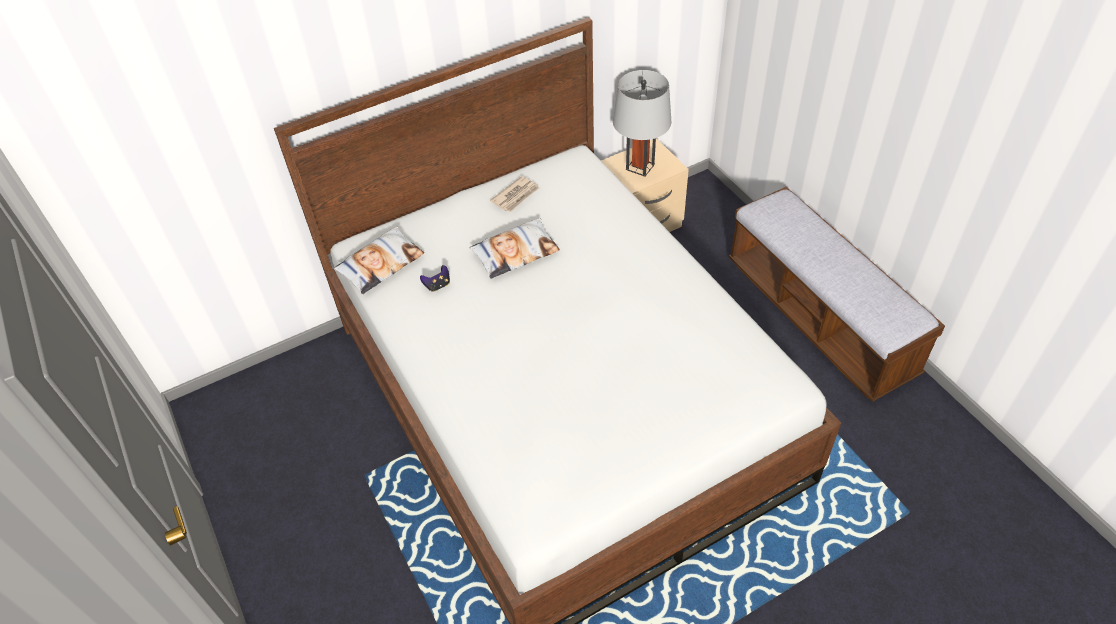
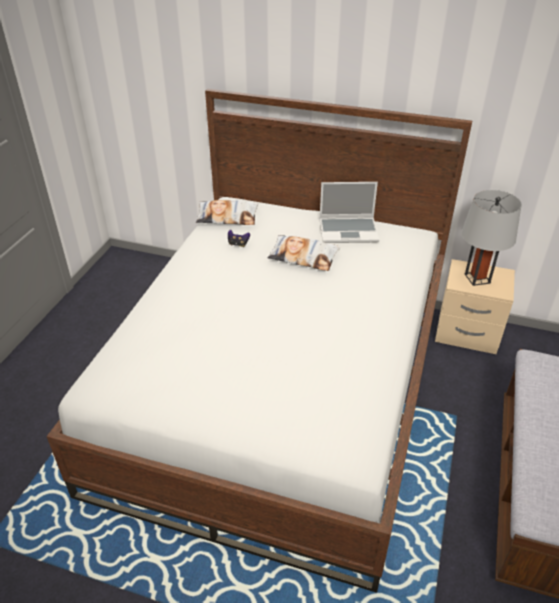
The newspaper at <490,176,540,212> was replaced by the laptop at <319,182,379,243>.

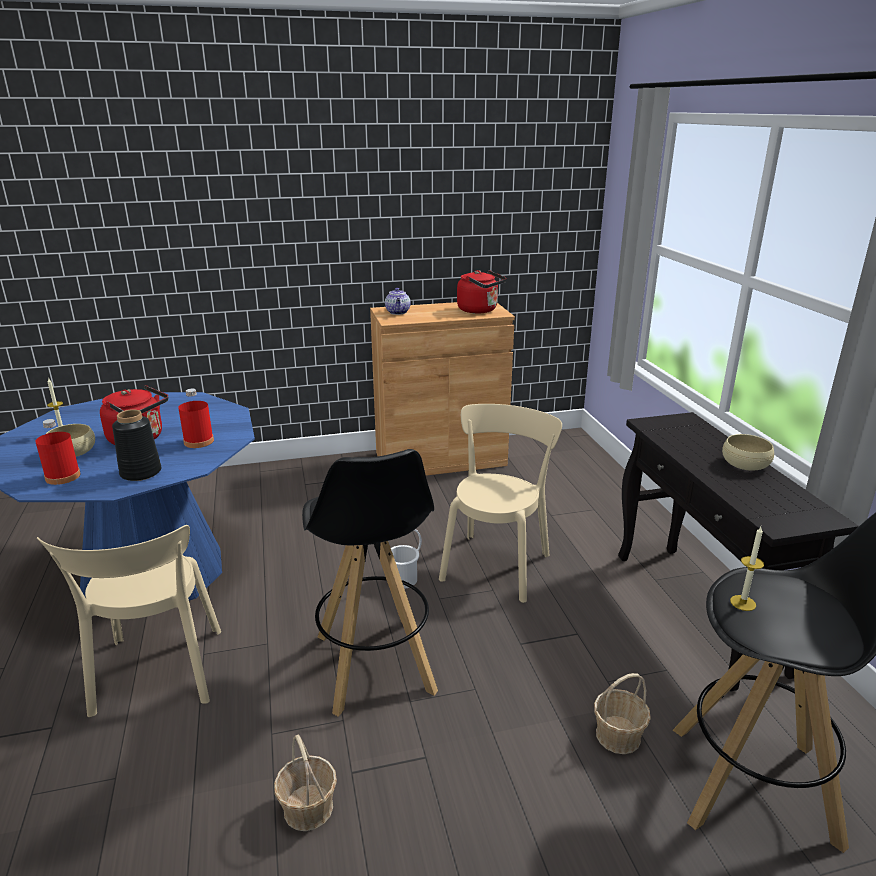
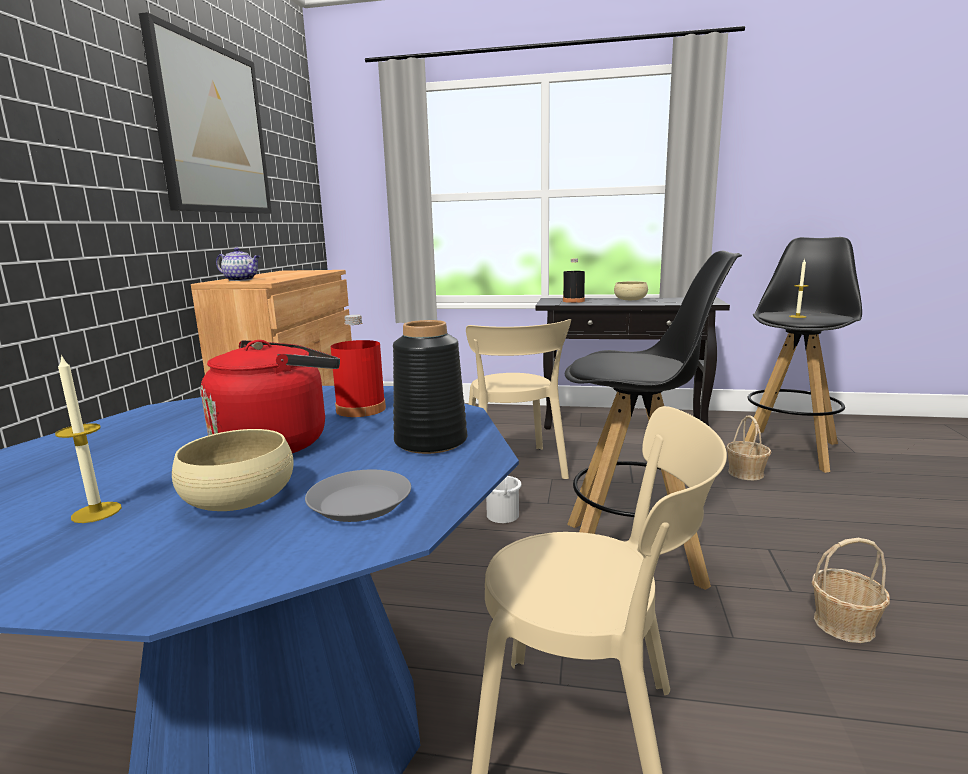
The picture at <139,12,272,214> appeared. The bottle/red at <35,419,81,485> was replaced by the plate/grey at <305,469,411,522>. The chair/beige at <439,404,562,603> turned 150 degrees counterclockwise. The bottle/black at <563,258,585,303> appeared. The kettle/red at <457,270,506,314> disappeared.

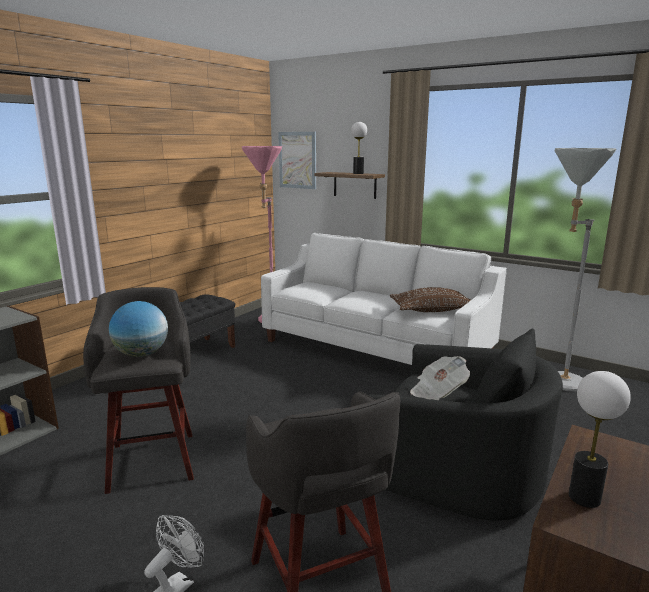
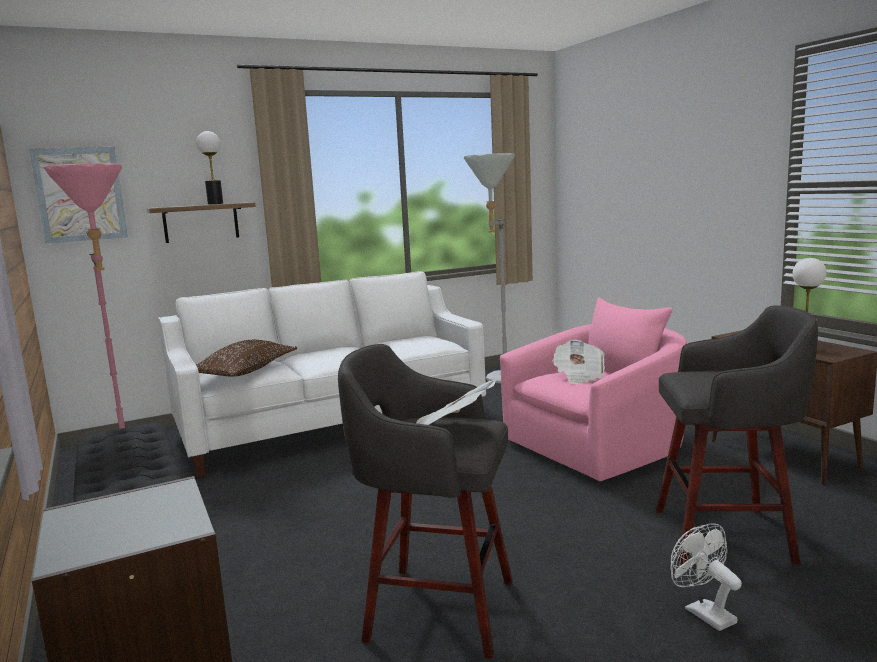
The pillow/brown moved from <390,287,471,312> to <196,340,297,377>. The globe at <109,301,168,357> was replaced by the newspaper at <417,380,496,425>. The armchair/black at <369,329,563,521> became the armchair/pink at <500,298,687,481>.

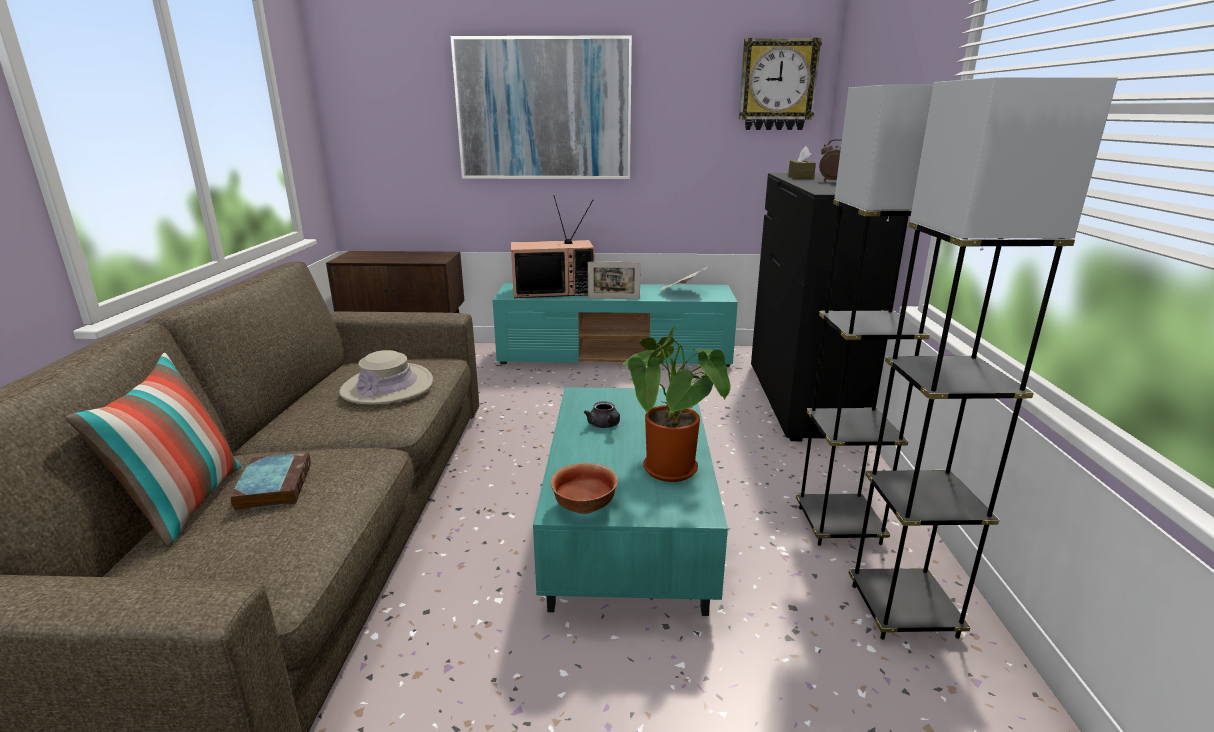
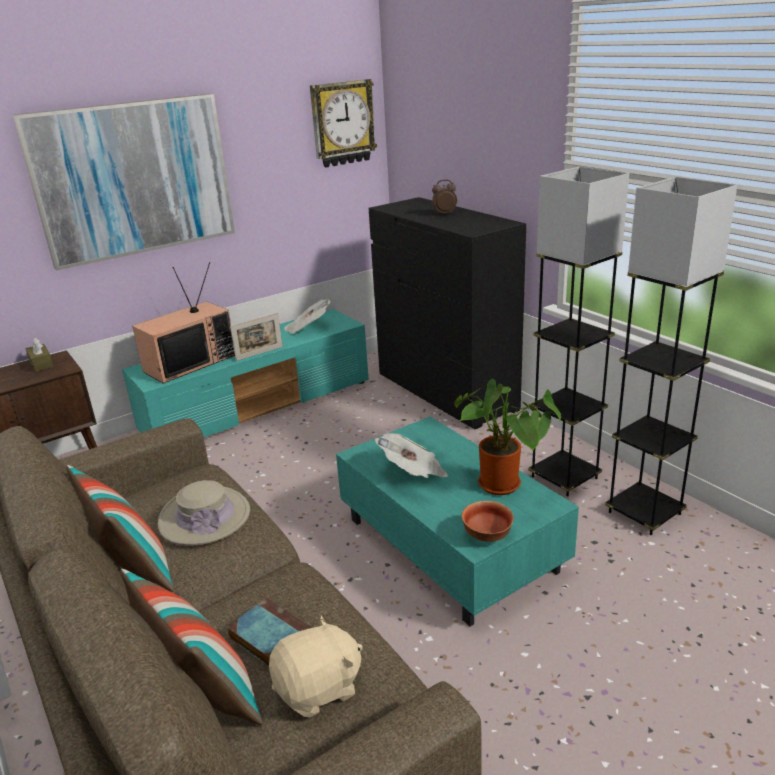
The tissue box/brown moved from <788,146,816,179> to <26,338,54,372>. The pillow at <66,465,174,592> appeared. The plush toy/beige at <269,615,362,718> appeared. The teapot/grey at <584,401,620,428> was replaced by the newspaper at <375,433,449,478>.

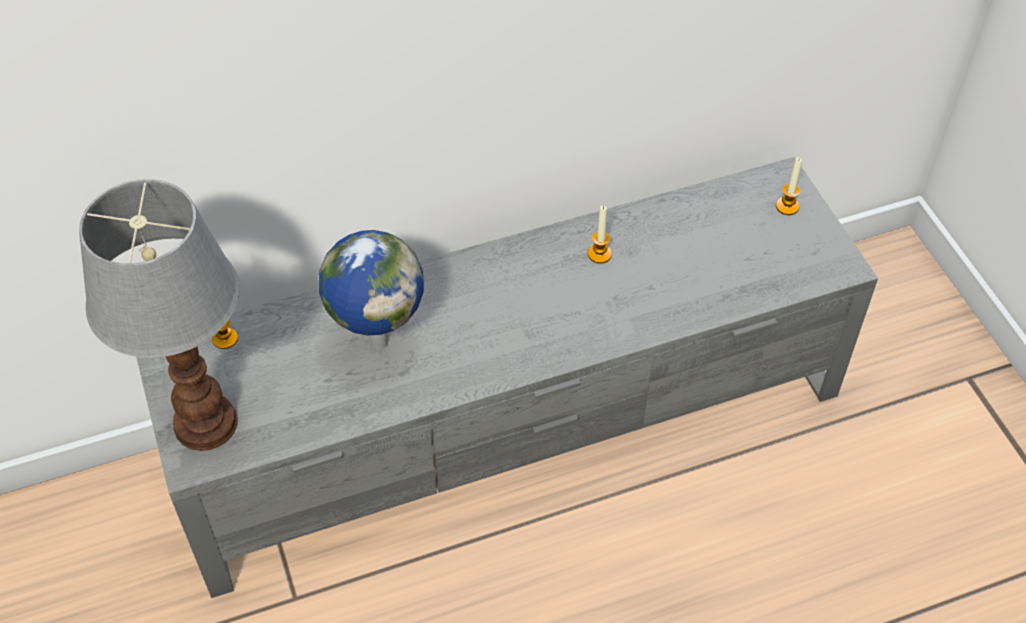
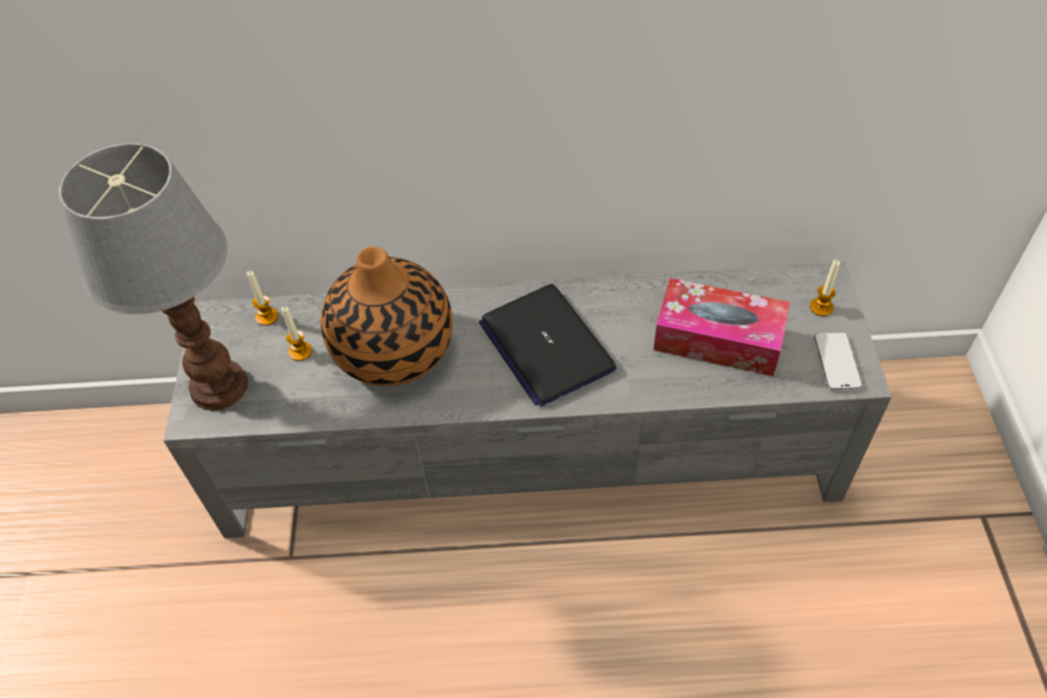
The candle moved from <588,206,612,264> to <281,306,312,361>. The globe at <318,230,424,350> was replaced by the vase at <321,246,453,386>. The laptop at <479,284,617,406> appeared. The tissue box at <654,278,790,376> appeared. The phone at <814,332,862,391> appeared.

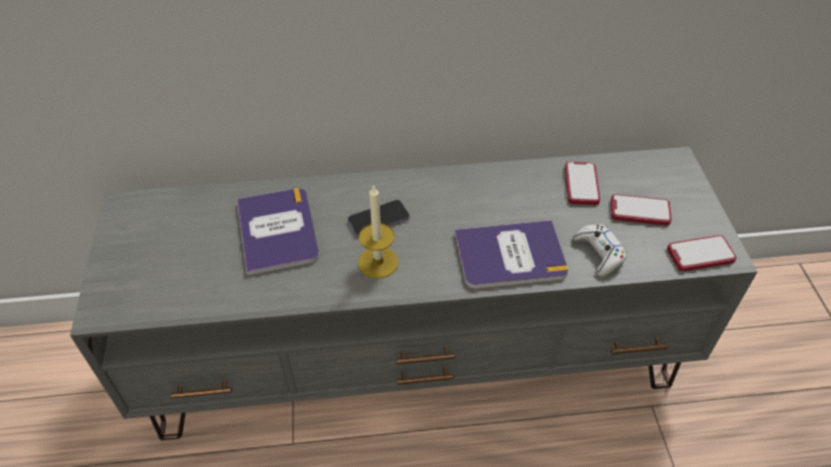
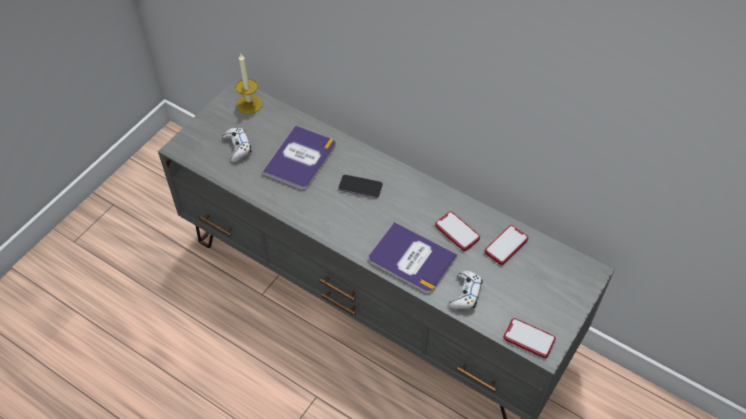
The game controller/white at <222,128,252,162> appeared. The candle moved from <358,184,399,279> to <235,54,262,114>. The phone moved from <611,194,672,225> to <435,211,480,251>.

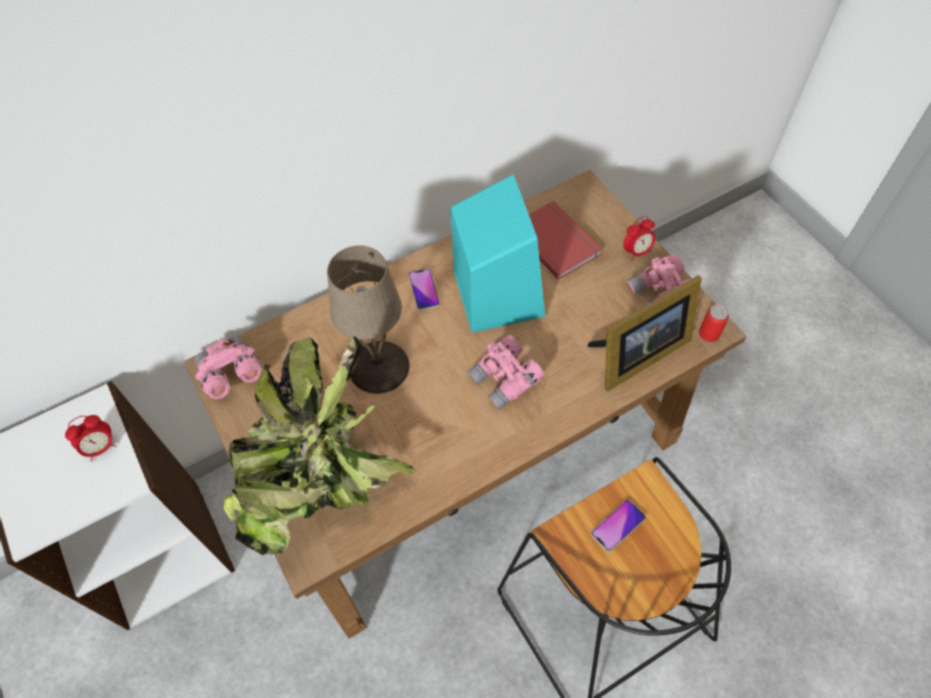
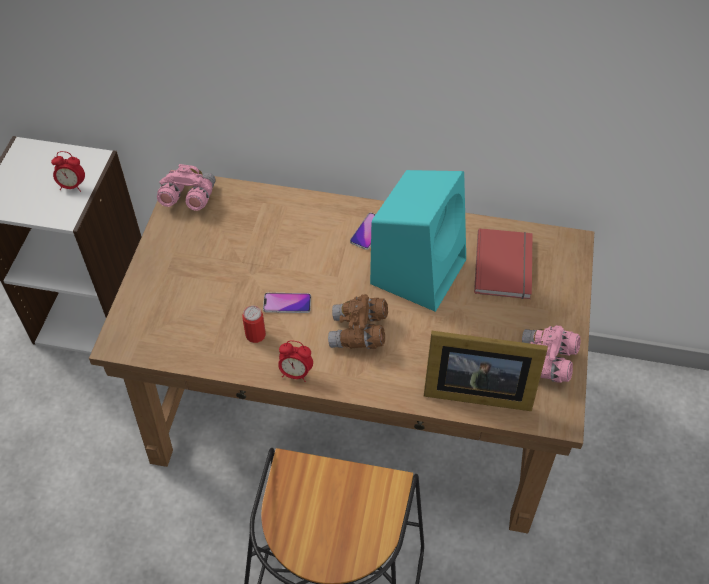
The can moved from <699,304,729,342> to <242,306,266,343>. The phone moved from <591,499,646,552> to <263,293,311,313>. The alarm clock moved from <623,216,656,261> to <278,340,313,382>. The binoculars/pink at <468,335,544,409> became the binoculars/brown at <328,294,388,349>. The potted plant at <224,337,416,555> disappeared. The table lamp/beige at <327,245,410,394> disappeared.

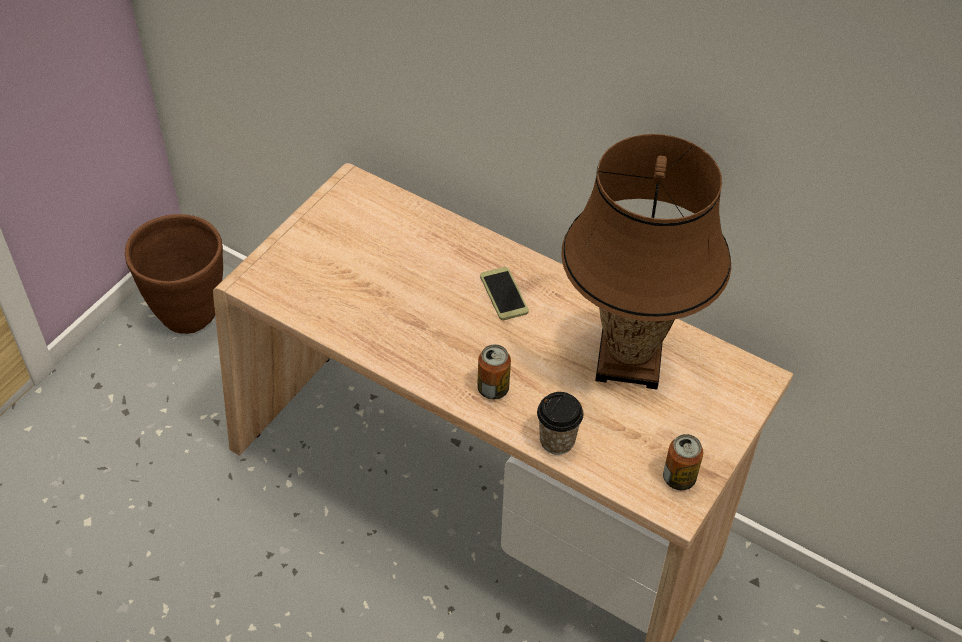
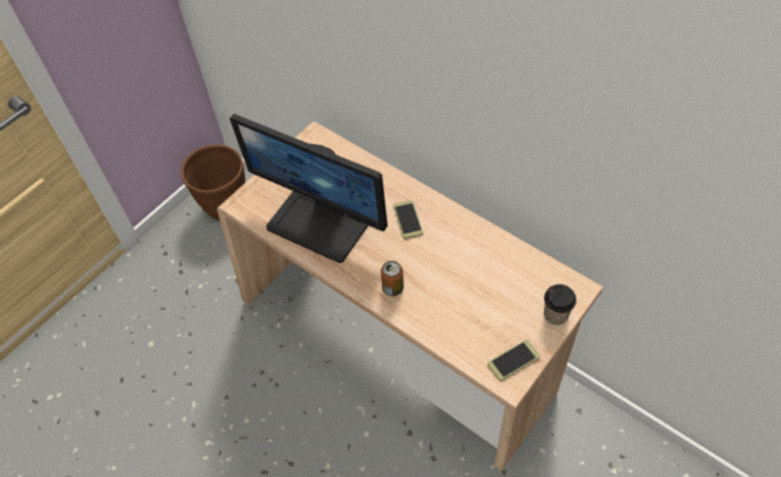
The monitor at <230,114,388,263> appeared. The can at <663,434,703,490> was replaced by the phone at <488,340,540,381>. The cup moved from <537,392,584,455> to <544,284,576,325>. The table lamp/brown at <561,134,731,390> disappeared.

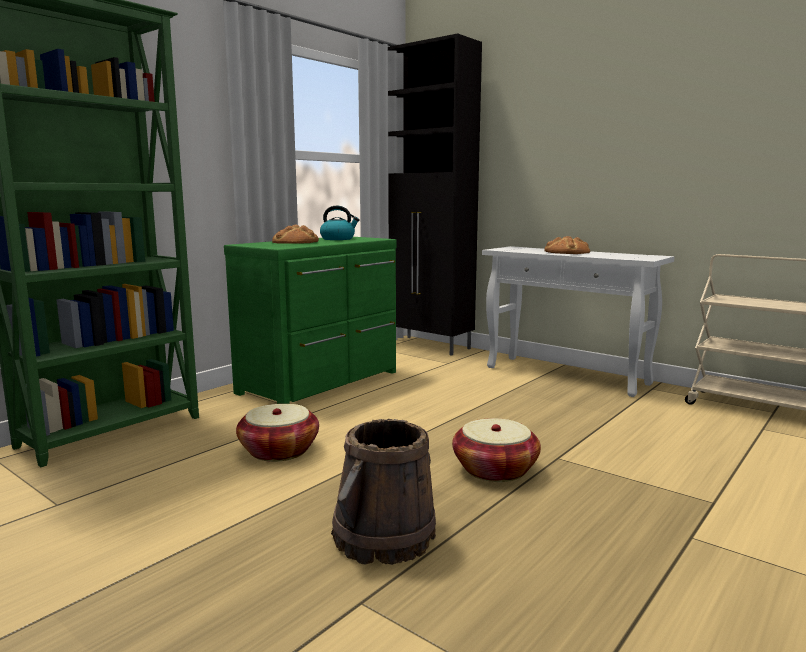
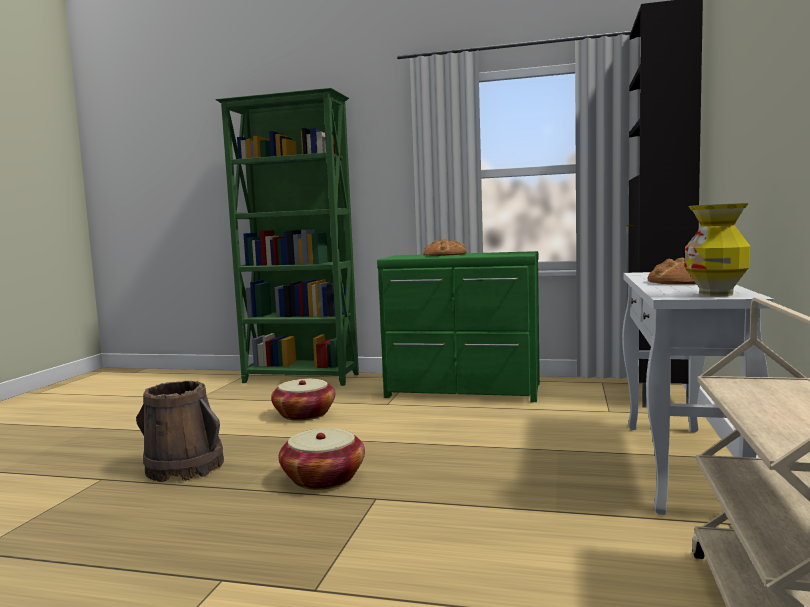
The vase at <685,203,750,296> appeared. The kettle at <320,206,360,240> disappeared.

